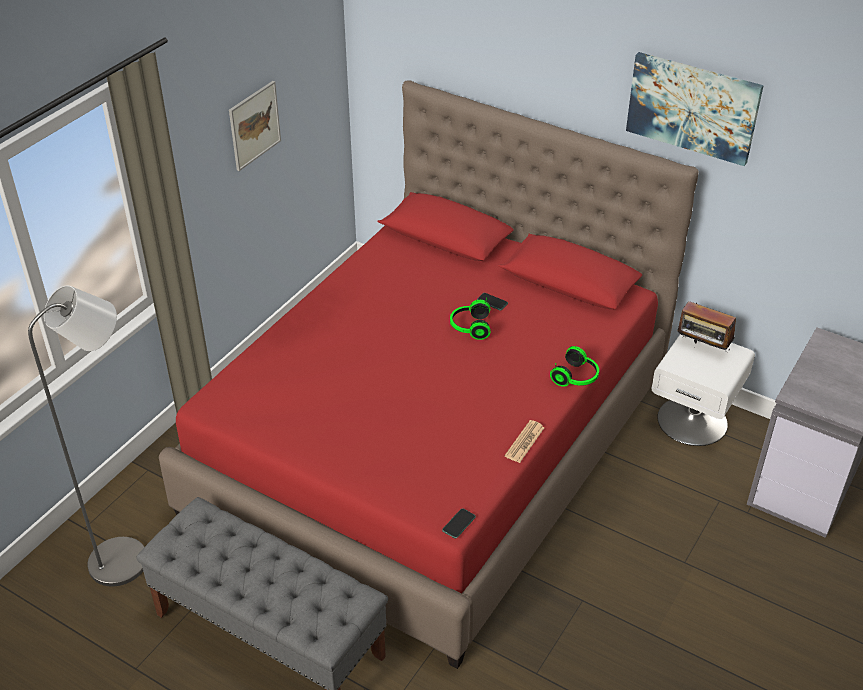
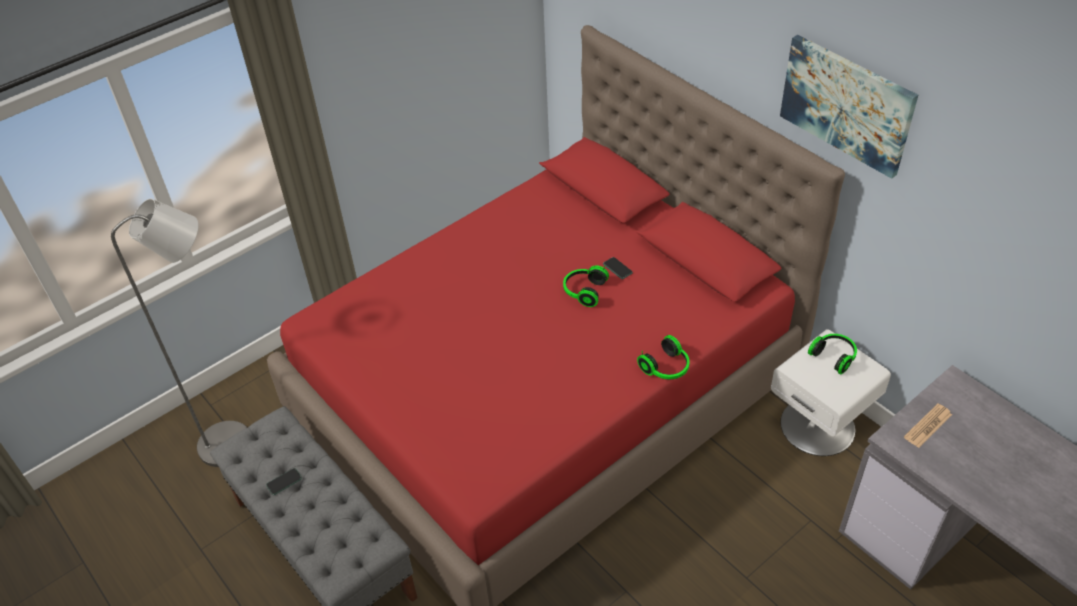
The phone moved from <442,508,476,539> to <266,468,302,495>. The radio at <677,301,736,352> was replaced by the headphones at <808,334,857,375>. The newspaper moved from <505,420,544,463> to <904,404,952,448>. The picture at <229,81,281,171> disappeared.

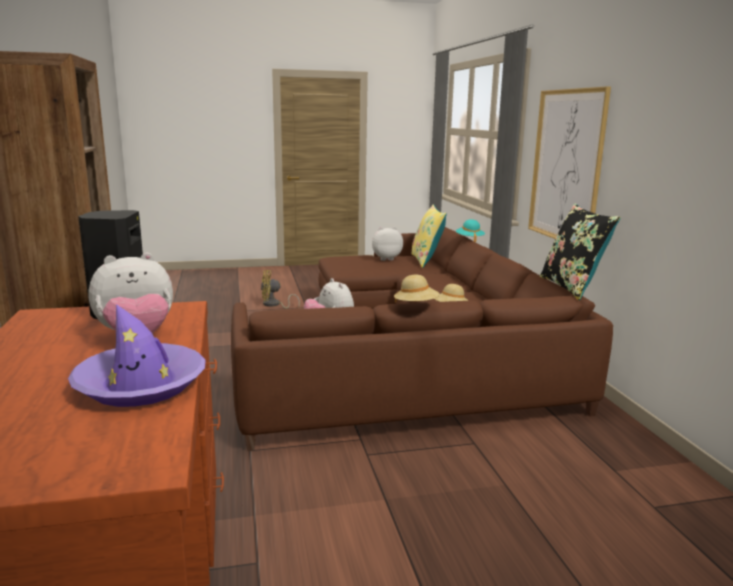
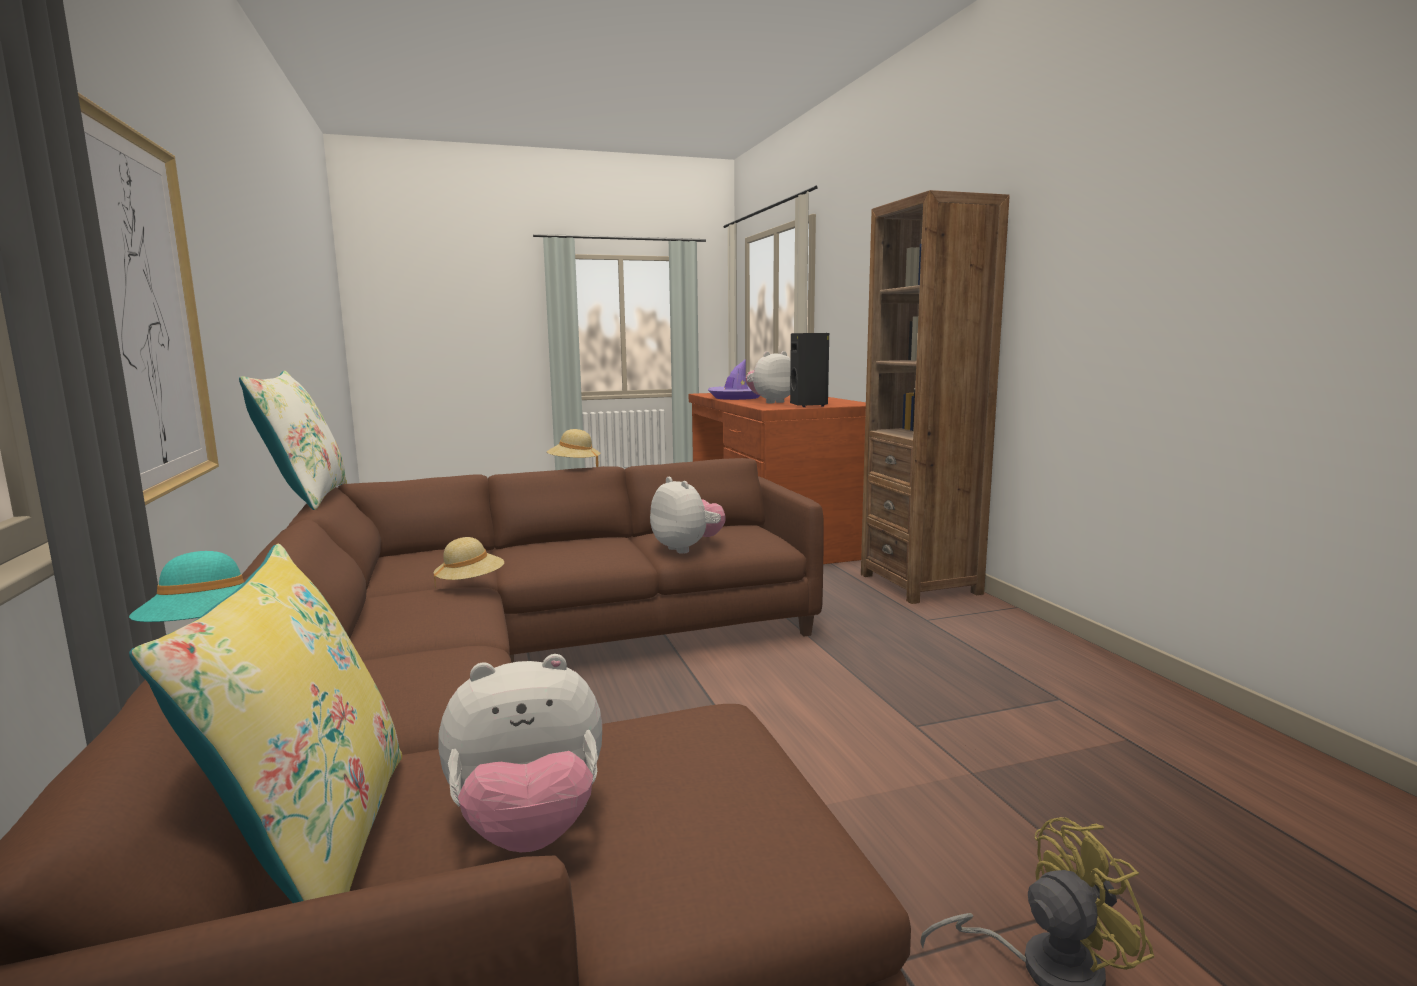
The pillow/black at <540,204,621,300> became the pillow/white at <239,371,347,510>.

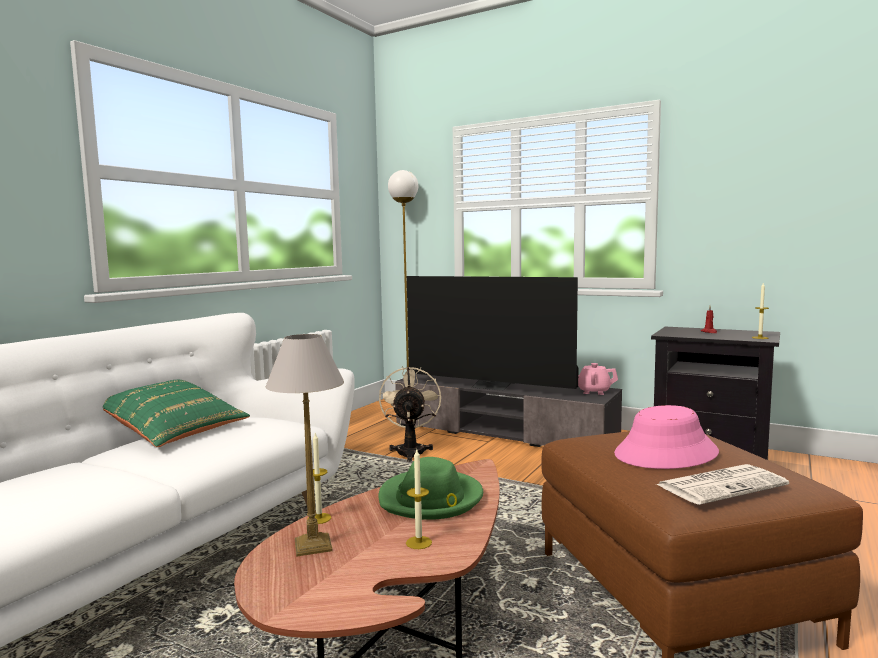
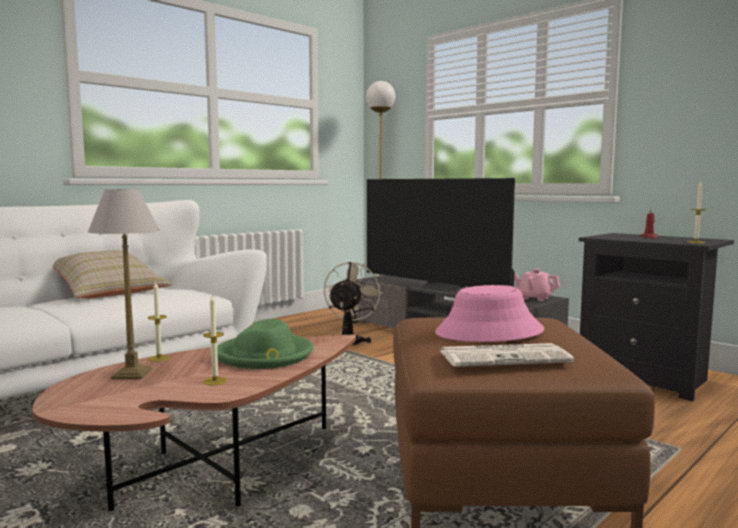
The pillow/green at <103,380,250,447> became the pillow/beige at <53,250,171,298>.

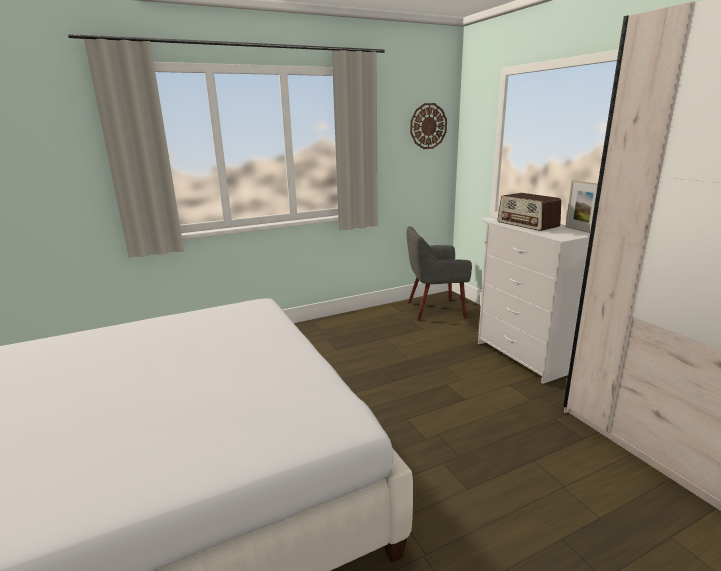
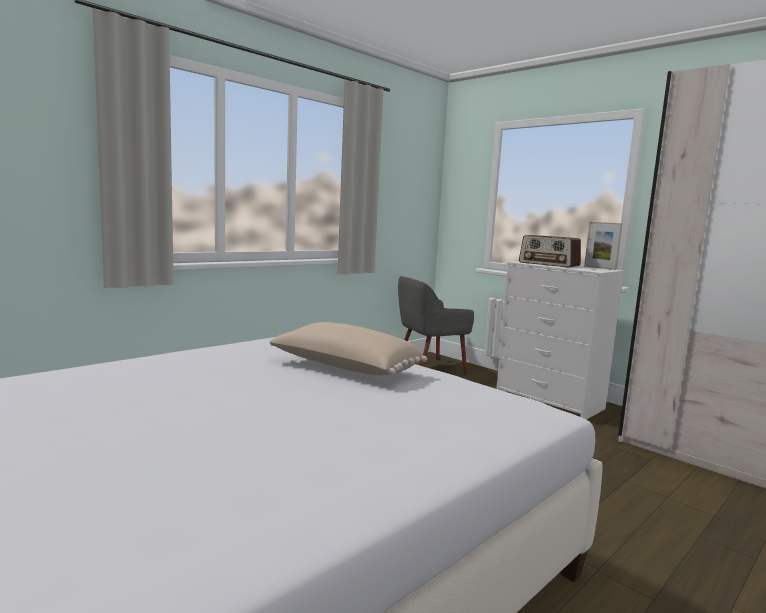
The pillow/beige at <269,322,427,375> appeared. The wall clock at <410,103,447,149> disappeared.

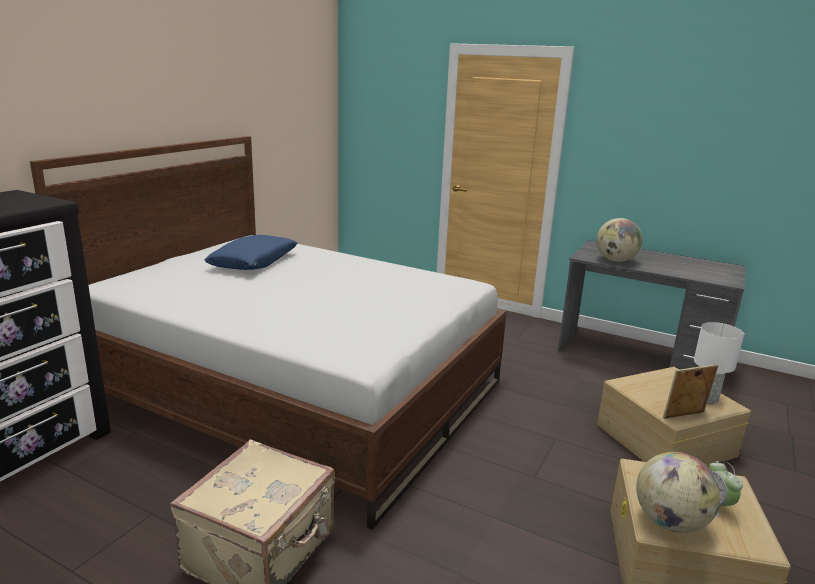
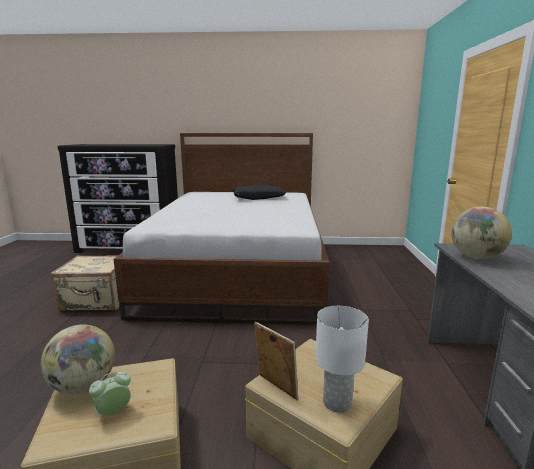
The pillow/blue at <205,235,297,270> became the pillow/black at <233,185,286,200>.

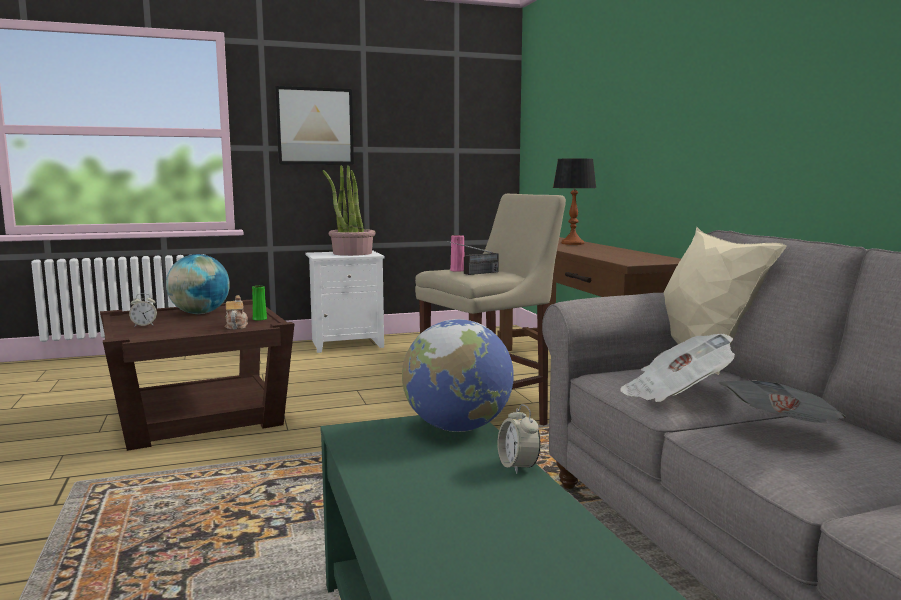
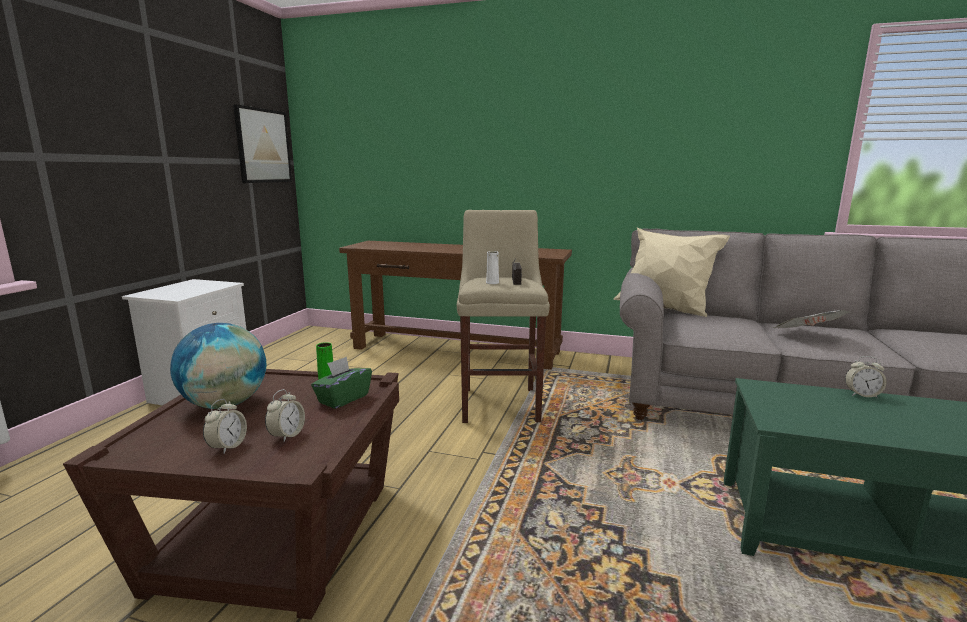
The picture moved from <275,86,354,165> to <233,104,292,183>. The alarm clock at <265,389,305,442> appeared. The teapot at <225,295,248,329> was replaced by the tissue box/green at <311,357,372,409>. The vase/pink at <450,235,464,272> became the vase/white at <486,251,499,284>. The potted plant at <323,165,375,256> disappeared. The globe at <402,319,514,432> disappeared. The table lamp at <553,158,597,245> disappeared. The newspaper at <621,334,735,402> disappeared.

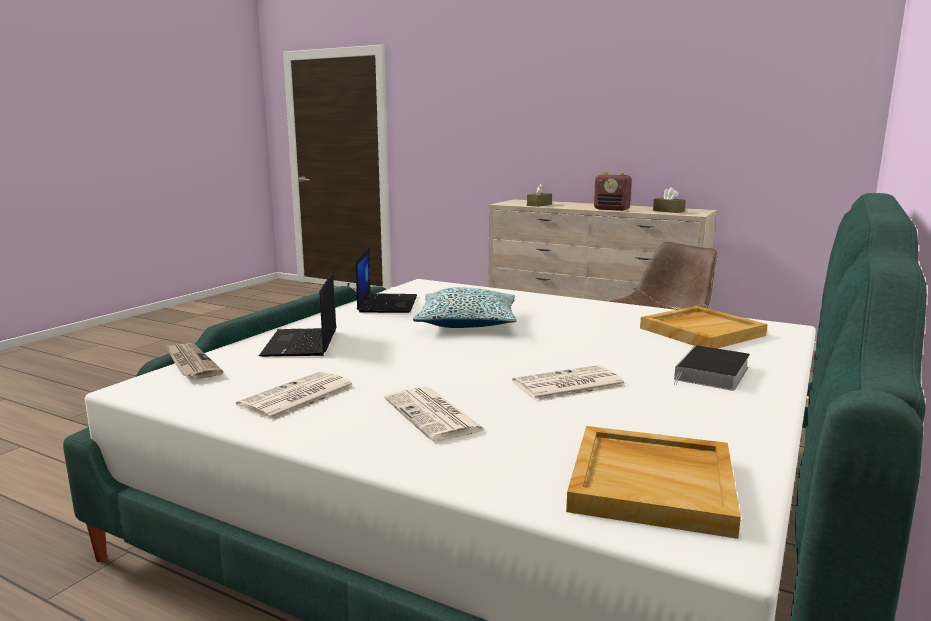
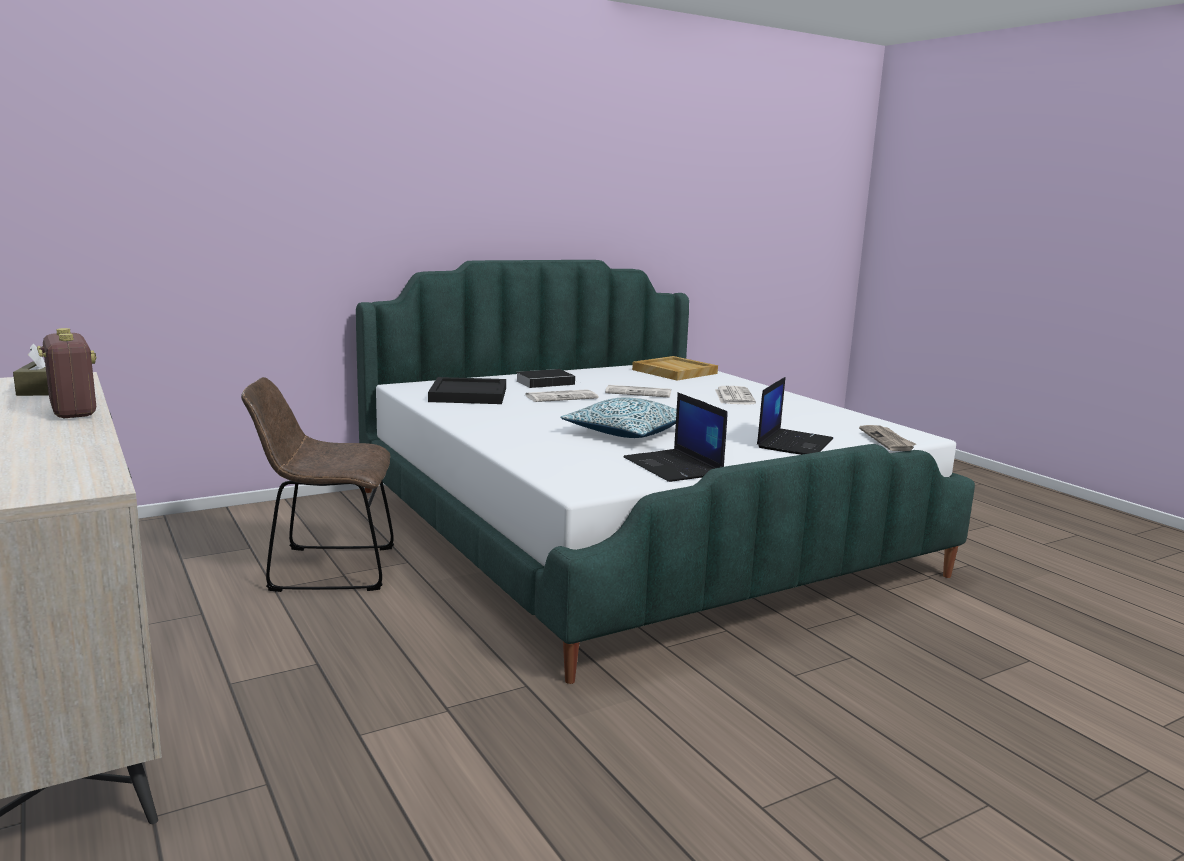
The tray/beige at <640,306,767,348> became the tray/black at <428,377,506,404>. The newspaper moved from <236,371,355,421> to <525,389,598,402>. The laptop at <356,247,417,313> turned 60 degrees counterclockwise. The tissue box/brown at <527,183,552,207> disappeared.

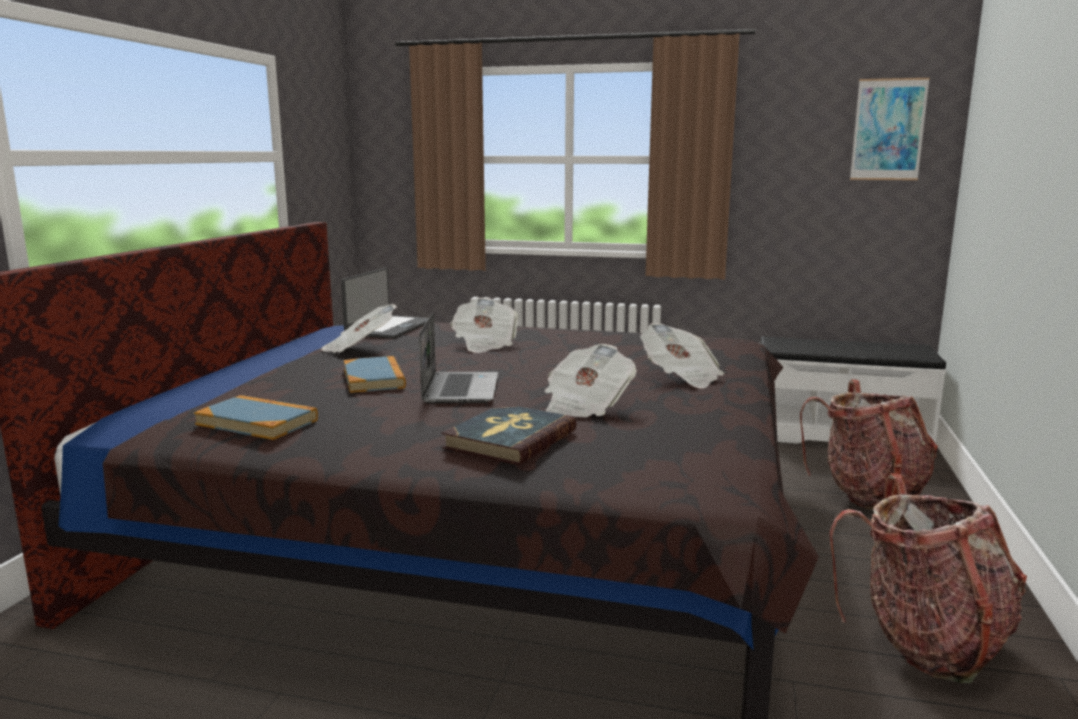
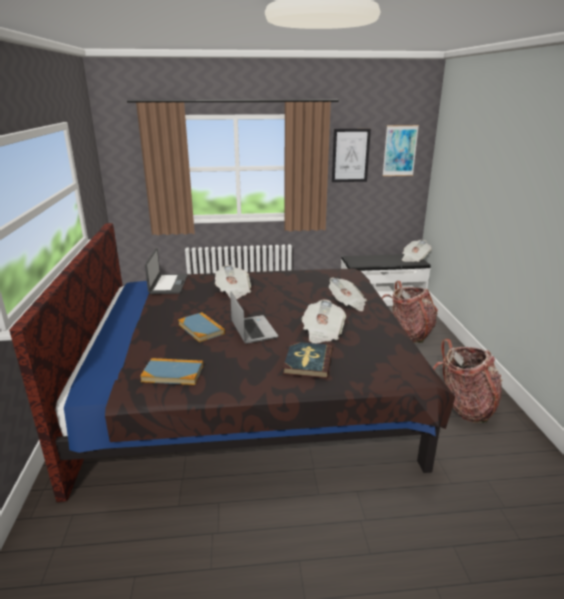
The picture at <332,129,371,182> appeared. The newspaper moved from <321,304,397,353> to <402,240,431,262>.

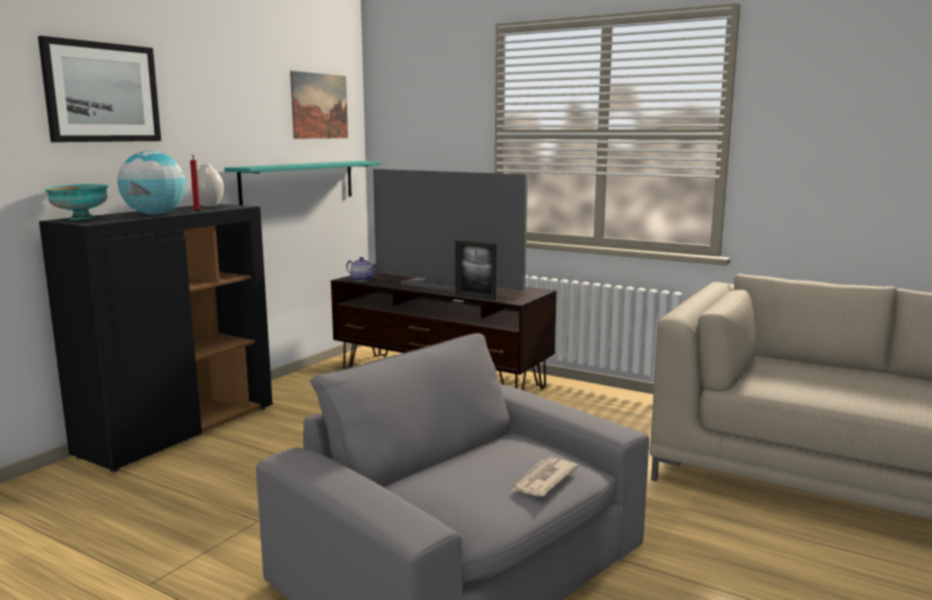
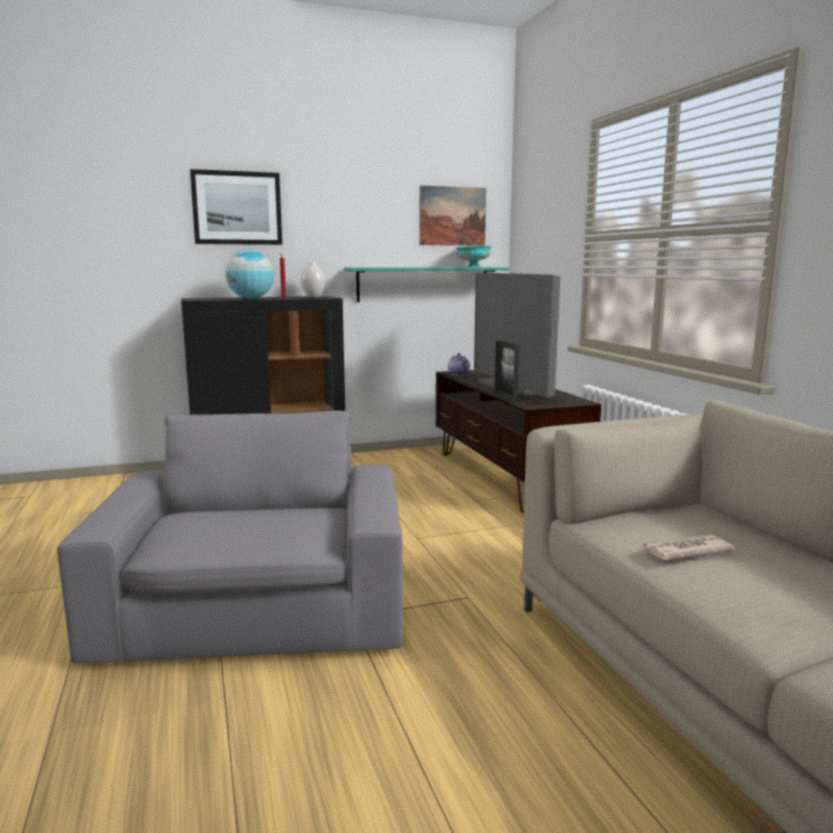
The bowl/turquoise moved from <44,184,109,220> to <456,246,492,267>. The newspaper moved from <510,458,578,497> to <642,535,735,560>.

